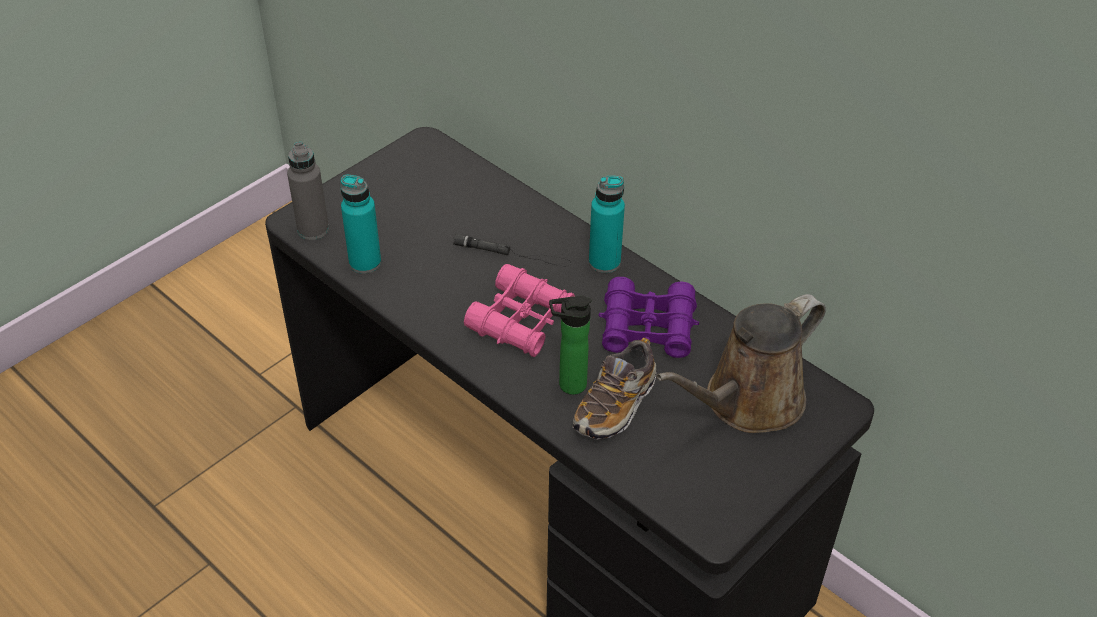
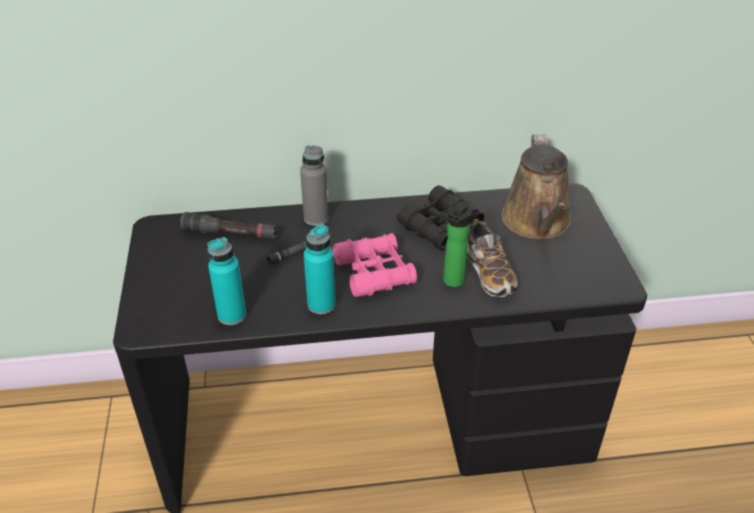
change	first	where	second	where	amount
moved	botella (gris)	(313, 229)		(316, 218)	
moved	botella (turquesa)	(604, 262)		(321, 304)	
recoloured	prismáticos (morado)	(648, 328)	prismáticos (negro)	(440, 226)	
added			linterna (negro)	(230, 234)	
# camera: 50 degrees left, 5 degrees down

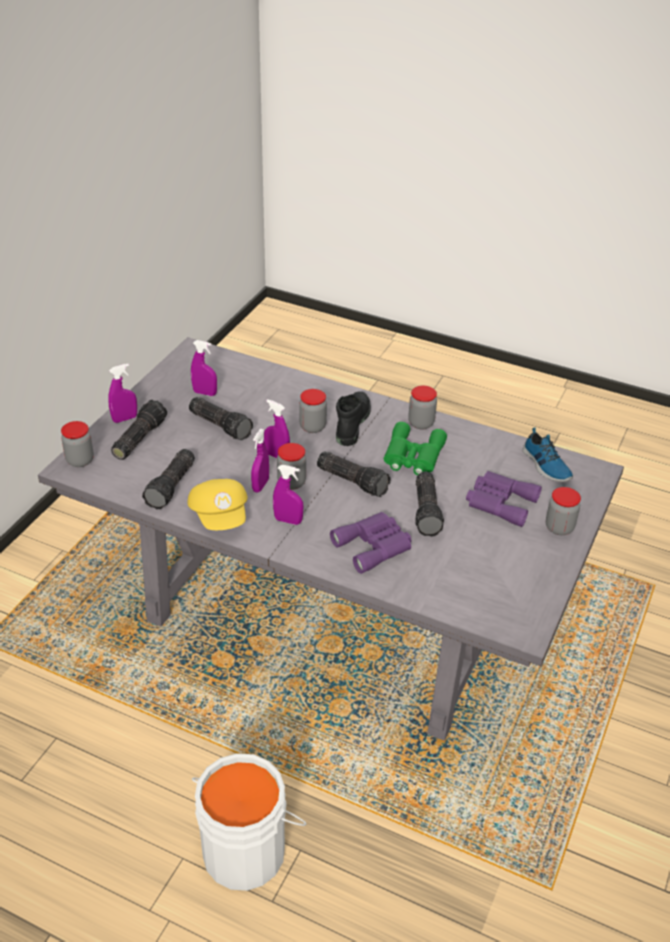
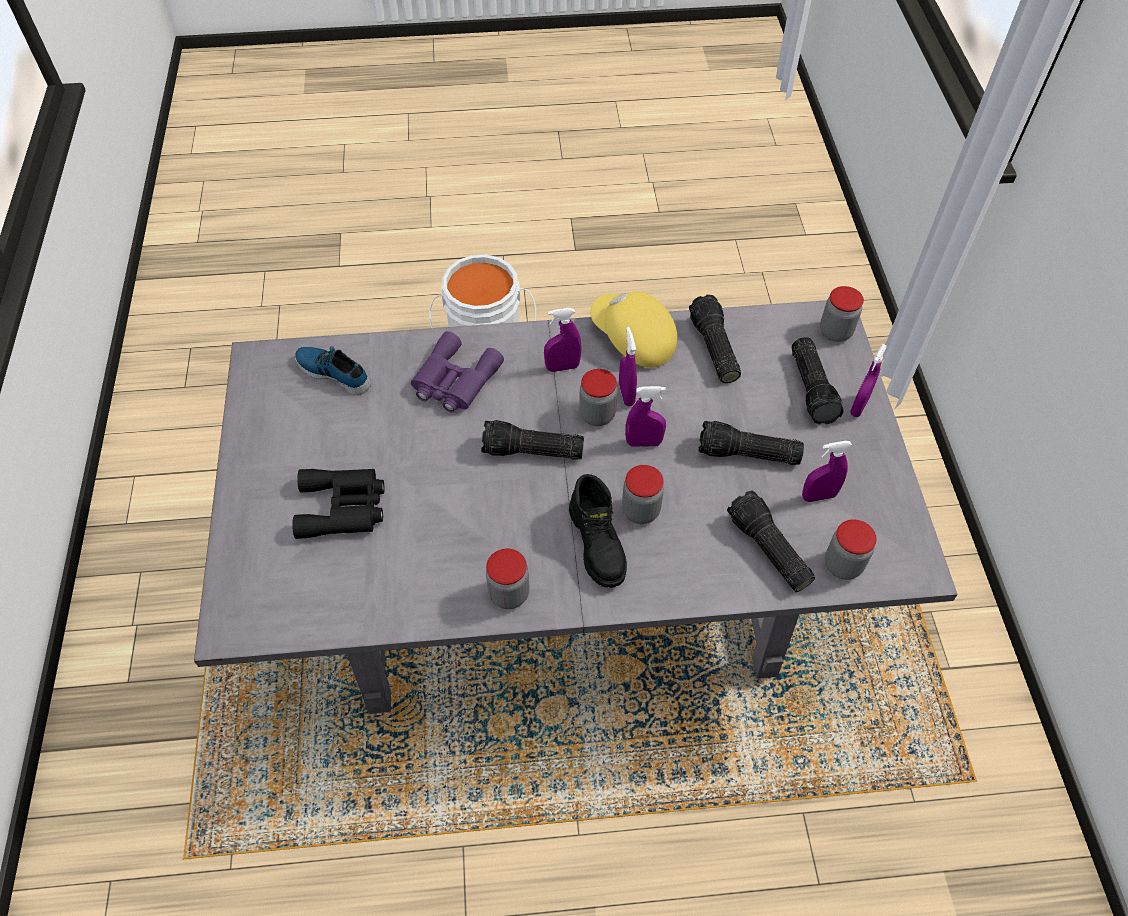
change	first	where	second	where	amount
removed	prismáticos (verde)	(412, 456)			
moved	linterna	(428, 511)		(766, 550)	
recoloured	prismáticos (morado)	(499, 502)	prismáticos (negro)	(344, 507)	
moved	zapato	(545, 465)		(334, 372)	
moved	tarro	(559, 527)		(843, 565)	
# camera: 150 degrees right, 15 degrees up

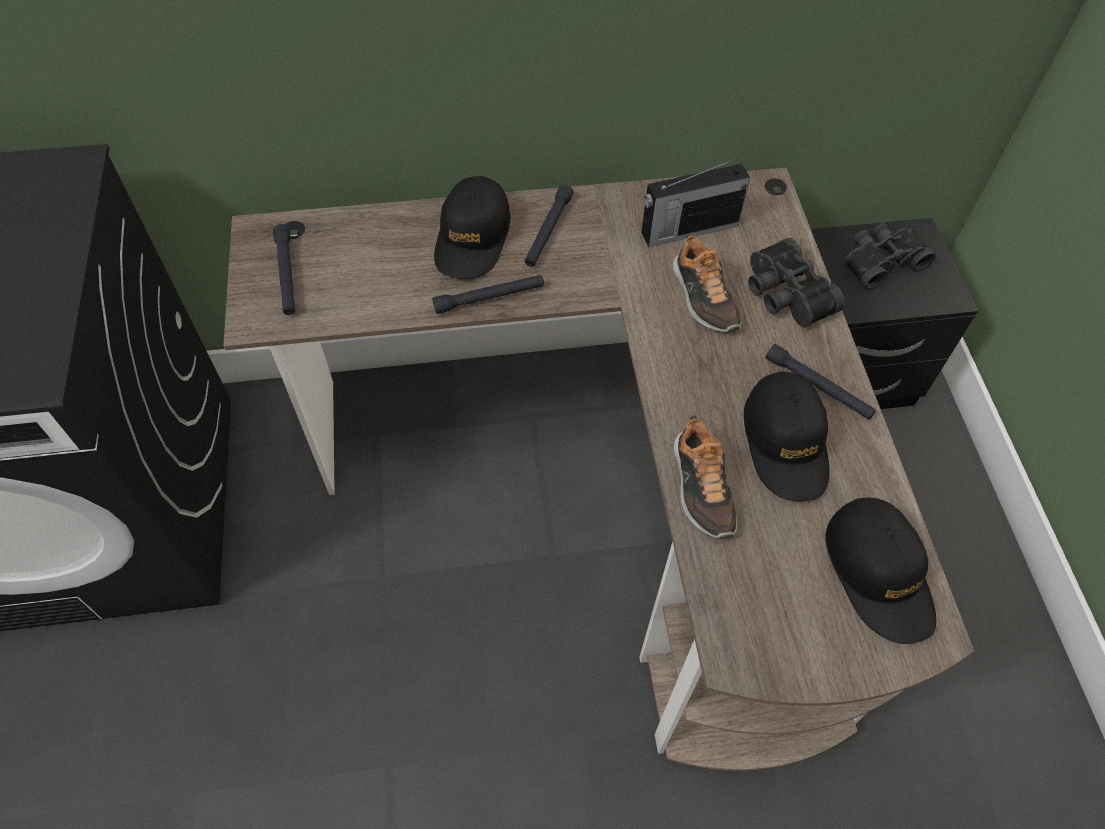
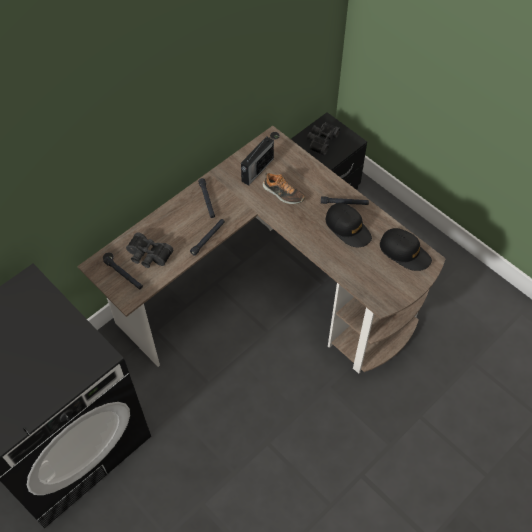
change	first	where	second	where	amount
removed	gorra (negro)	(472, 238)			
removed	zapato	(701, 488)			
moved	prismáticos (negro)	(784, 295)		(148, 256)	
# camera: 35 degrees left, 0 degrees up

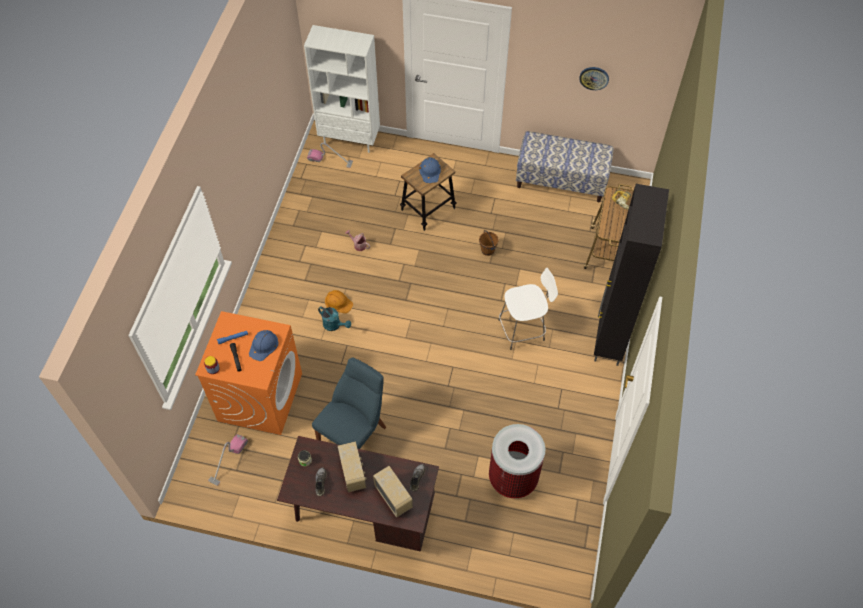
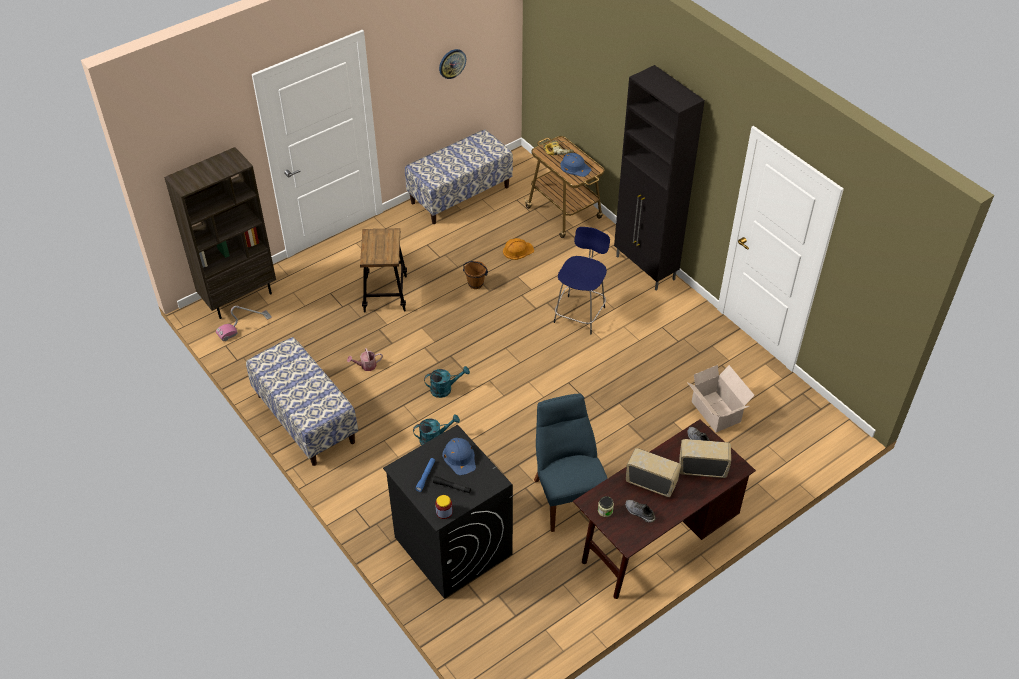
change	first	where	second	where	amount
recoloured	lavadora (naranja)	(260, 396)	lavadora (negro)	(452, 545)	
removed	aspiradora	(228, 460)			
recoloured	estantería (blanco)	(350, 140)	estantería (marrón)	(239, 297)	
moved	casco (naranja)	(338, 302)		(517, 250)	
moved	casco (azul)	(430, 171)		(575, 167)	
replaced	papelera	(512, 478)	caja de cartón	(716, 413)	
recoloured	taburete (blanco)	(523, 329)	taburete (azul)	(580, 313)	
added			banco	(305, 419)	
added			regadera (turquesa)	(445, 389)	
# camera: 50 degrees left, 10 degrees down

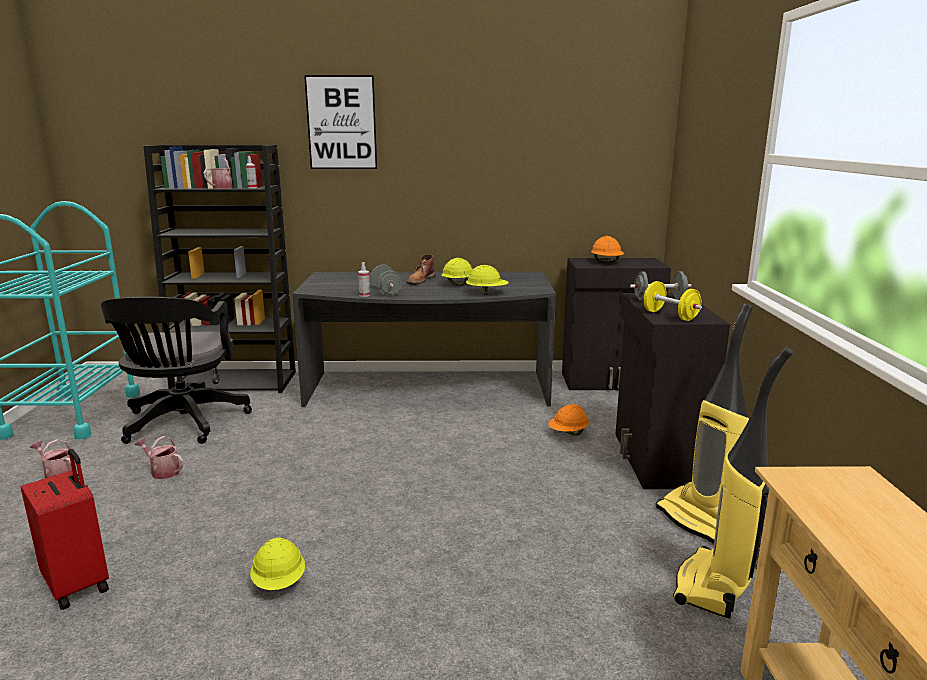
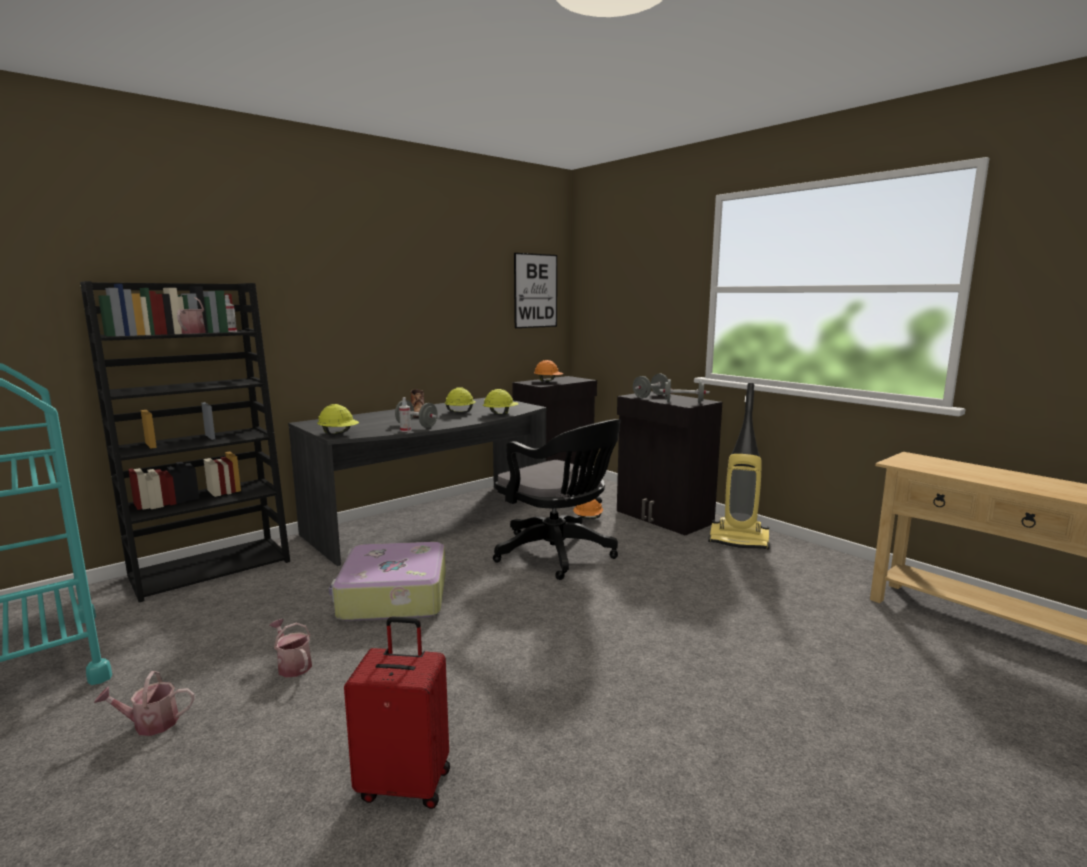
change	first	where	second	where	amount
moved	silla de oficina (negro)	(183, 424)		(559, 554)	
turned	regadera	(162, 471)		(292, 665)	60 degrees clockwise
moved	casco (amarillo)	(279, 583)		(339, 434)	
moved	cuadro	(341, 123)		(535, 291)	
recoloured	mancuerna (amarillo)	(670, 315)	mancuerna (gris)	(683, 402)	
removed	aspiradora	(715, 587)			
added			maleta	(392, 596)	
# camera: 40 degrees left, 5 degrees down

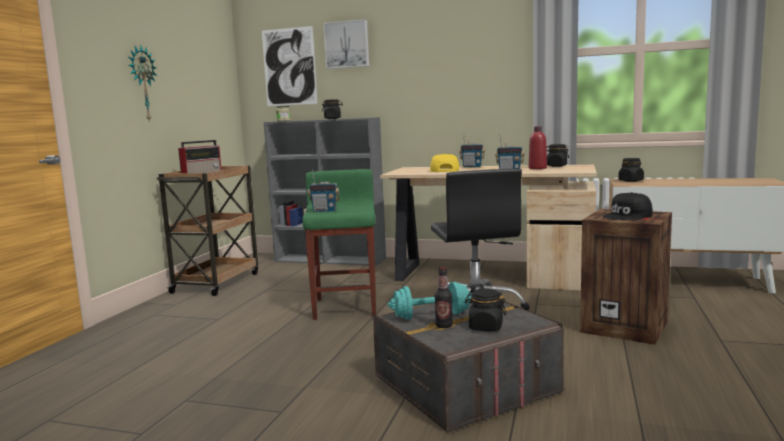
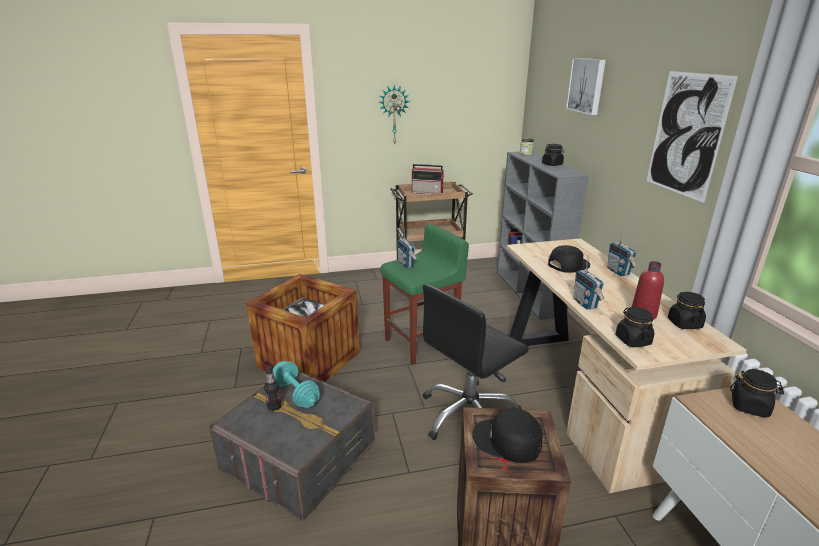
change	first	where	second	where	amount
moved	cuadro	(289, 67)		(686, 135)	
recoloured	gorra (amarillo)	(443, 170)	gorra (negro)	(568, 264)	
moved	tarro (negro)	(485, 327)		(632, 340)	
added			caja de embalaje	(309, 359)	
# camera: 60 degrees right, 15 degrees up

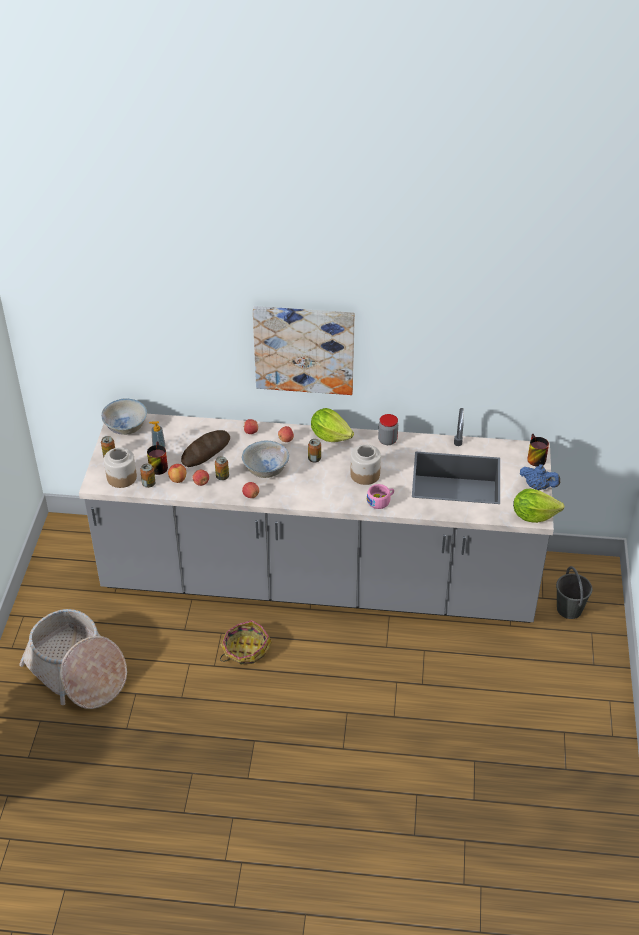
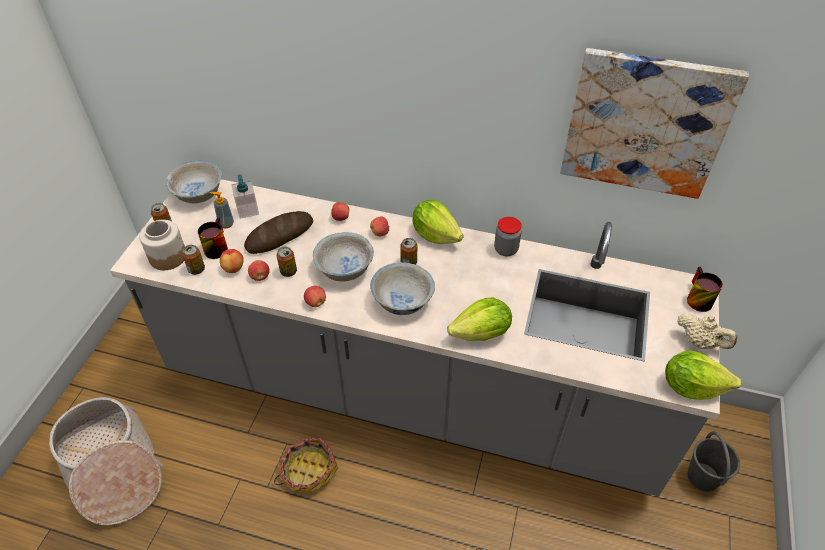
change	first	where	second	where	amount
moved	cuadro	(304, 349)		(645, 124)	
removed	tarro	(364, 475)			
replaced	taza (rosa)	(380, 501)	lechuga	(481, 334)	
recoloured	tetera (azul)	(538, 487)	tetera (beis)	(700, 342)	
added			dispensador de jabón	(248, 210)	
added			cuenco (blanco)	(402, 301)	
# camera: 10 degrees right, 5 degrees up

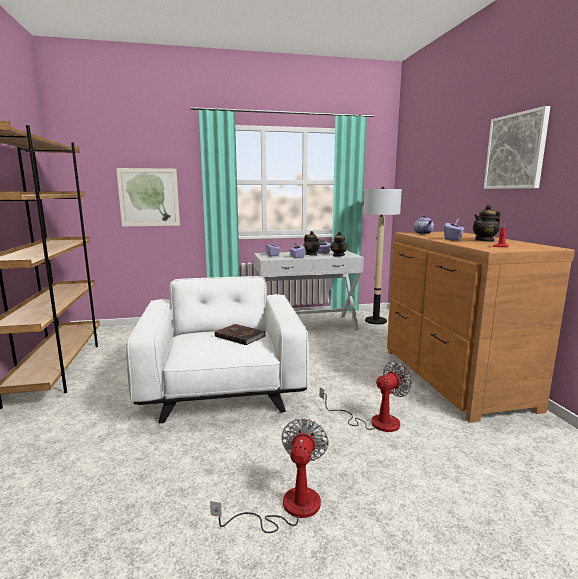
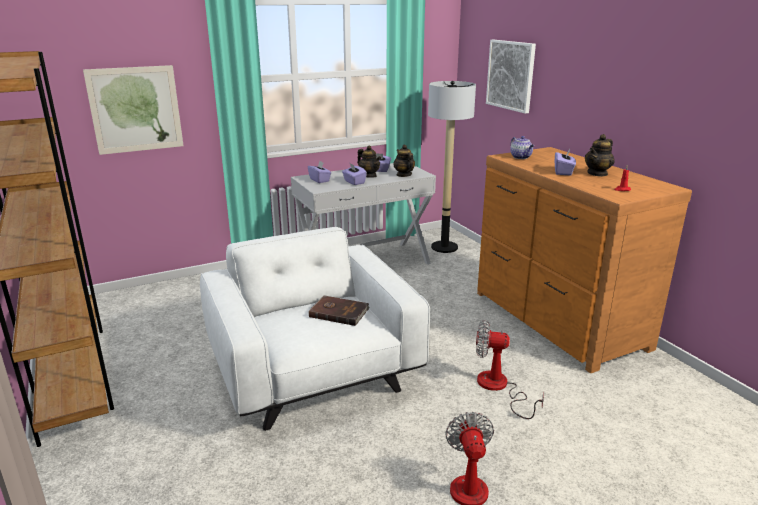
change	first	where	second	where	amount
turned	ventilador	(374, 421)		(499, 388)	120 degrees counterclockwise
moved	cuadro	(515, 151)		(511, 75)	
# camera: 15 degrees left, 10 degrees up

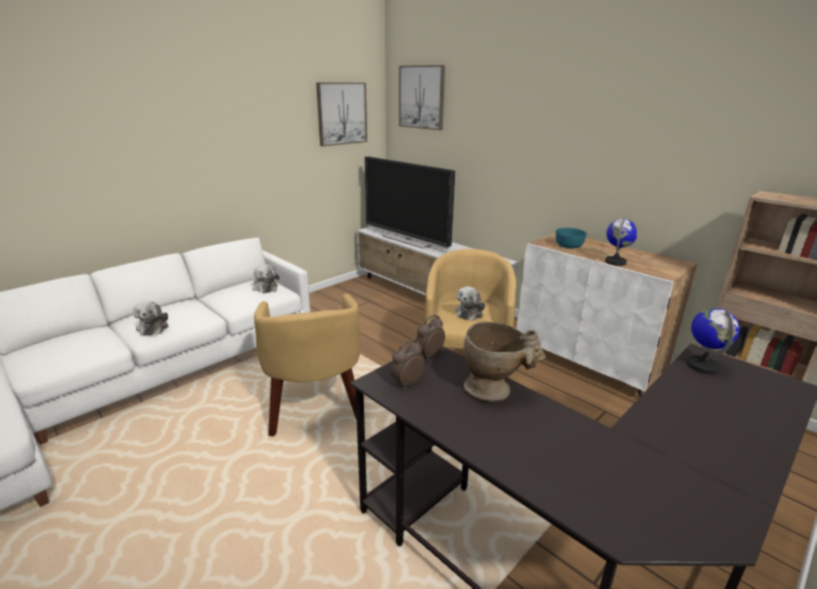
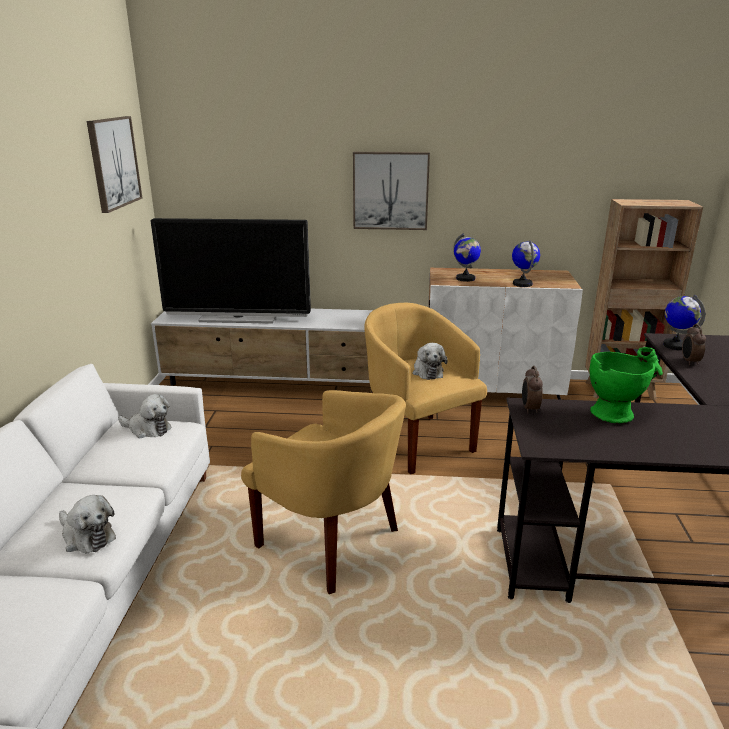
change	first	where	second	where	amount
moved	despertador	(406, 383)		(689, 362)	
moved	cuadro	(422, 97)		(390, 191)	
recoloured	florero (beis)	(496, 390)	florero (verde)	(616, 413)	
replaced	cuenco (turquesa)	(569, 245)	globo terráqueo	(465, 279)	
# camera: 40 degrees left, 0 degrees up

